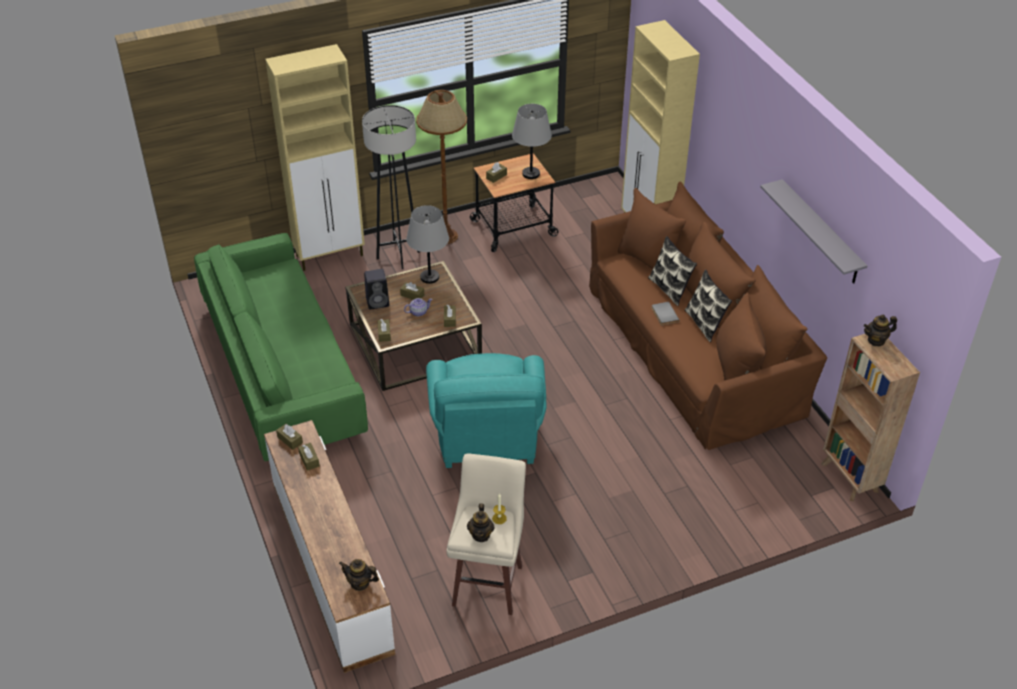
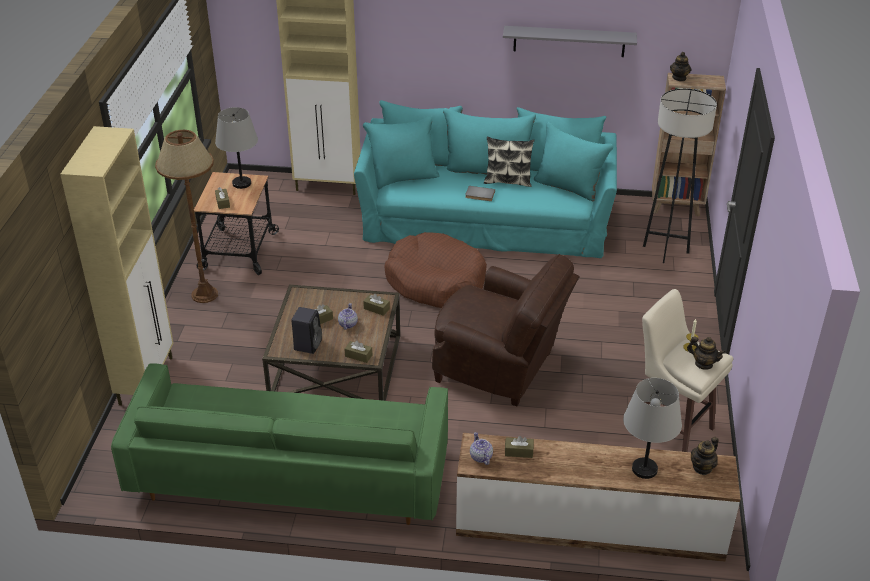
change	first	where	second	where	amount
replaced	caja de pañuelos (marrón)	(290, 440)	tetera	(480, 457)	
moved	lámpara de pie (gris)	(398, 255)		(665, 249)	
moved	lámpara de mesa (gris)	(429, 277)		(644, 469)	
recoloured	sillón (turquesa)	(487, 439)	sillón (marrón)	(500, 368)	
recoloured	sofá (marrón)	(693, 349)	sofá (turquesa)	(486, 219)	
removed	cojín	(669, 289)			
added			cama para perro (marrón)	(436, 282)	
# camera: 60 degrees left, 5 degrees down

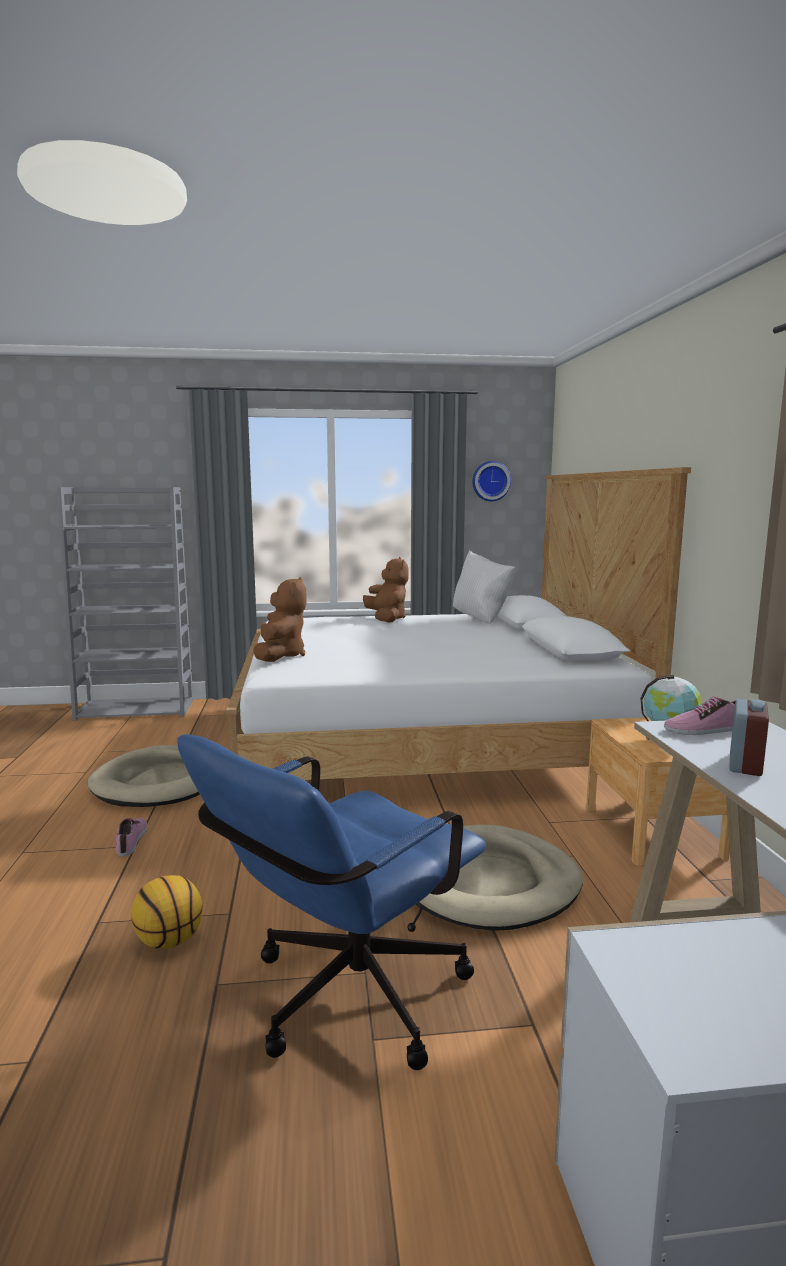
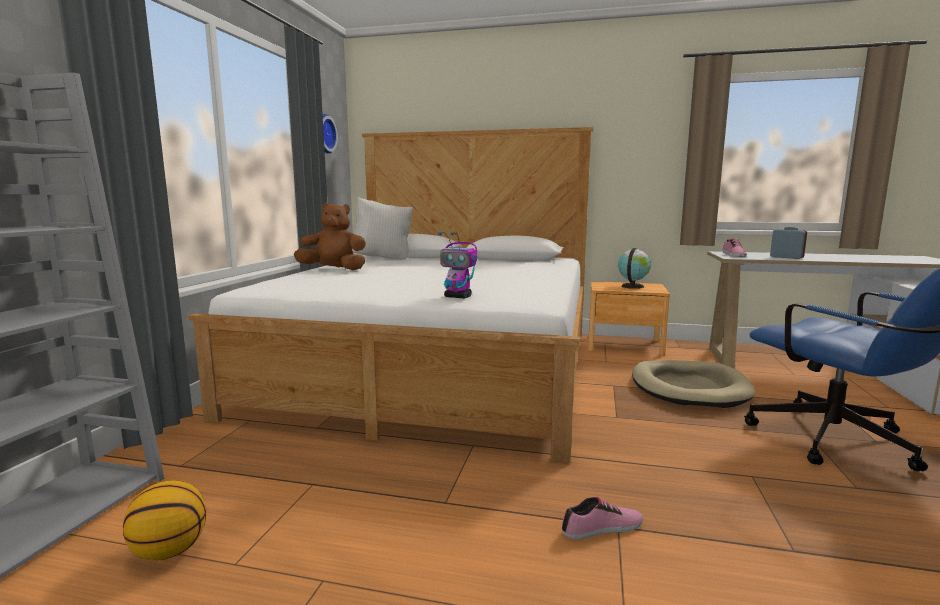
change	first	where	second	where	amount
removed	cama para perro (beis)	(162, 782)			
turned	zapato	(132, 840)		(602, 528)	150 degrees clockwise
moved	balón de baloncesto	(169, 941)		(170, 551)	
replaced	peluche (marrón)	(280, 656)	robot de juguete	(458, 297)	
# camera: 70 degrees left, 0 degrees up

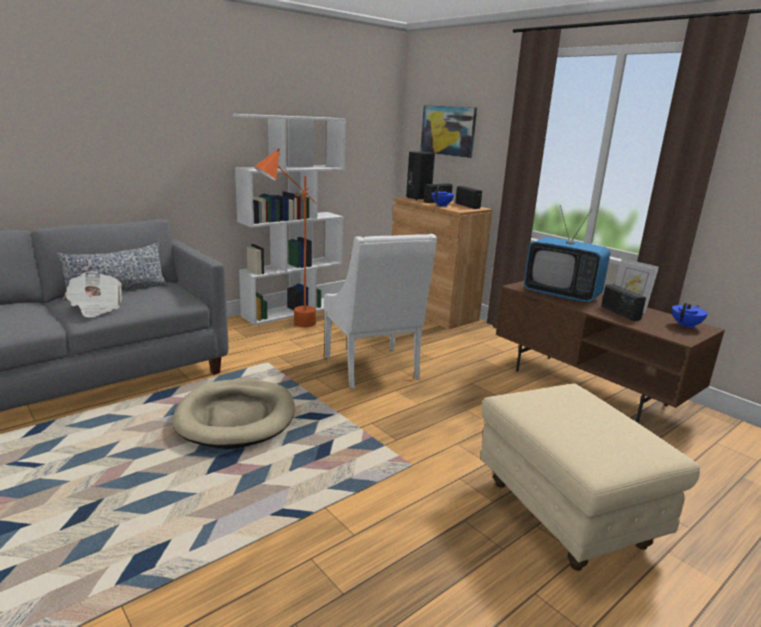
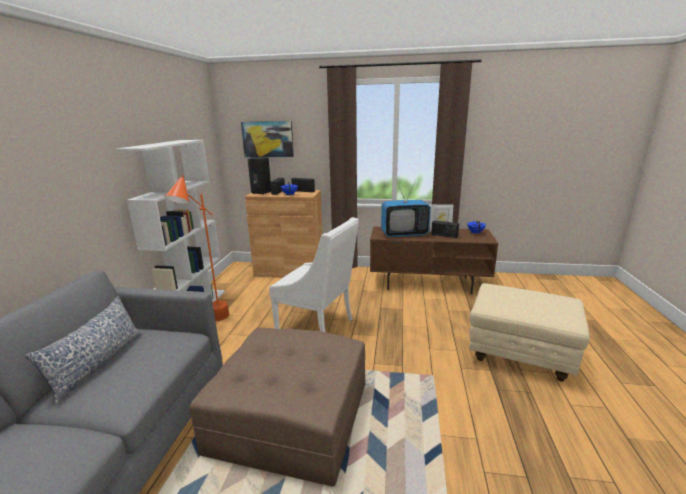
change	first	where	second	where	amount
removed	periódico	(96, 308)			
replaced	cama para perro (beis)	(236, 417)	puf (marrón)	(291, 415)	
# camera: 40 degrees left, 0 degrees up

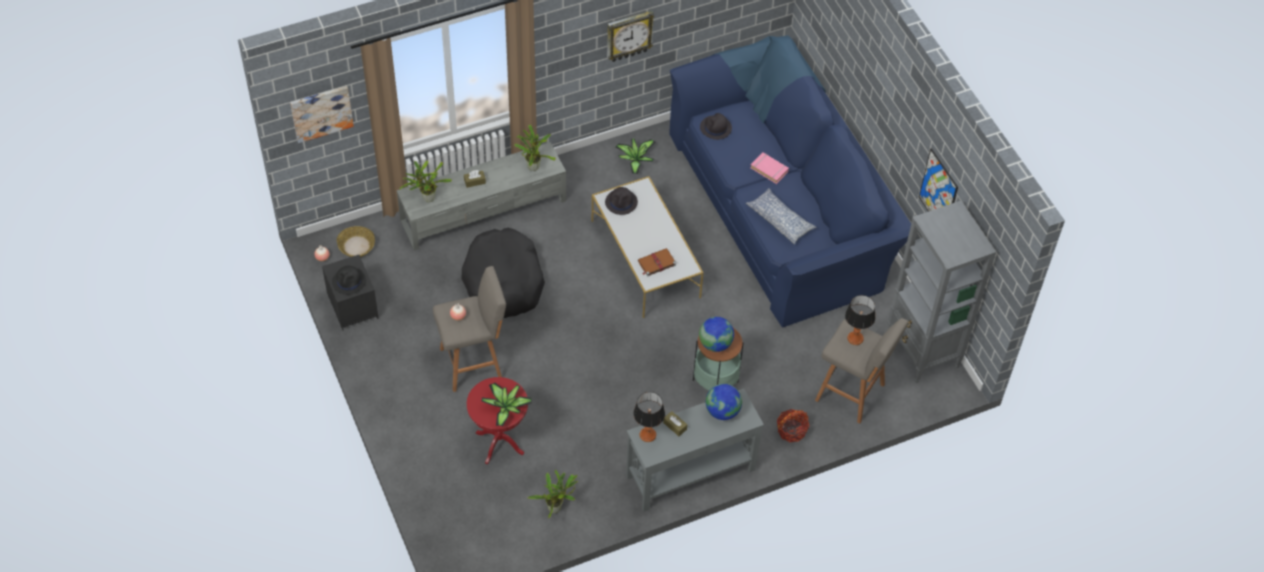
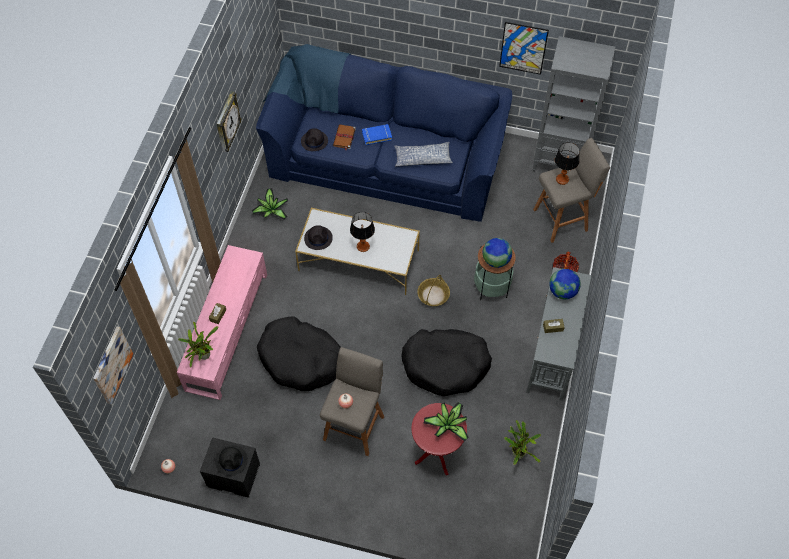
change	first	where	second	where	amount
moved	cesta	(356, 246)		(433, 295)	
recoloured	mueble de televisión (gris)	(484, 210)	mueble de televisión (rosa)	(227, 330)	
removed	planta en maceta	(533, 165)			
moved	lámpara de mesa	(648, 435)		(363, 246)	
moved	libro (marrón)	(656, 263)		(344, 138)	
recoloured	libro (rosa)	(769, 169)	libro (azul)	(377, 136)	
added			cama para perro (negro)	(445, 365)	
# camera: 50 degrees left, 5 degrees up

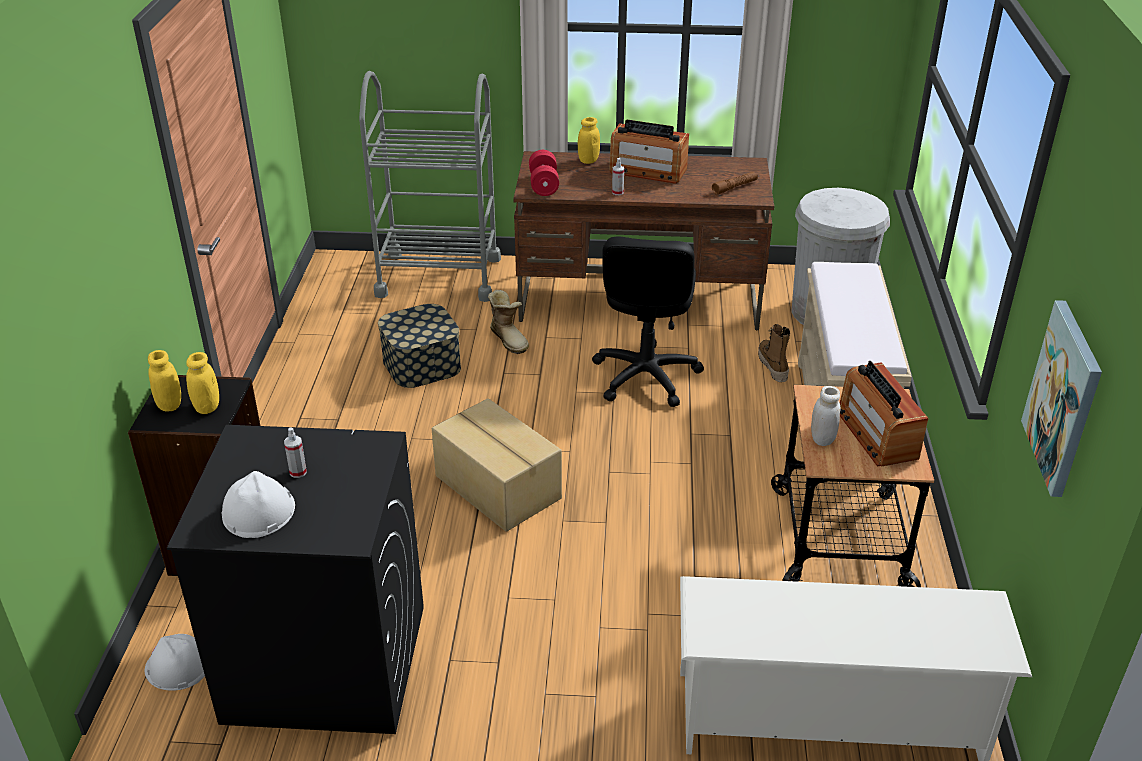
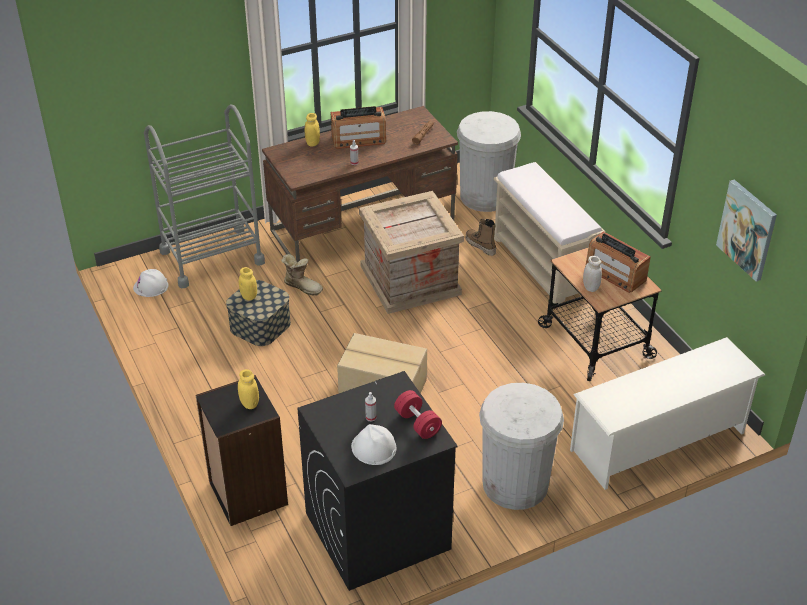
change	first	where	second	where	amount
moved	casco (blanco)	(177, 666)		(151, 286)	
moved	tarro (amarillo)	(170, 405)		(249, 296)	
moved	mancuerna (rojo)	(544, 185)		(417, 423)	
replaced	silla de oficina (negro)	(645, 376)	caja de embalaje	(410, 281)	
added			papelera (blanco)	(515, 484)	
# camera: 30 degrees left, 5 degrees up

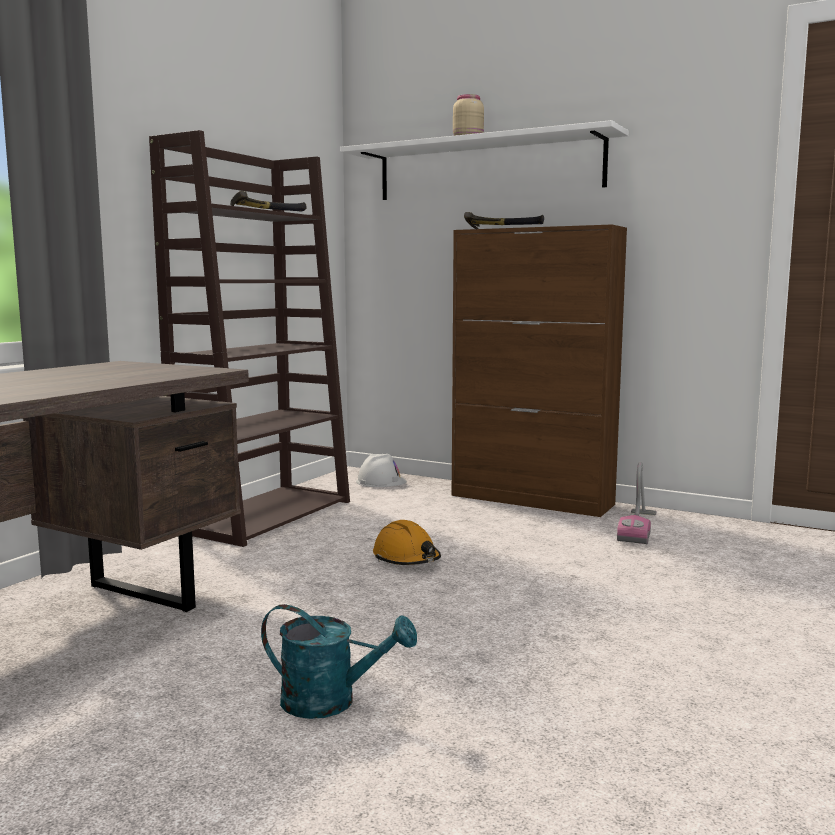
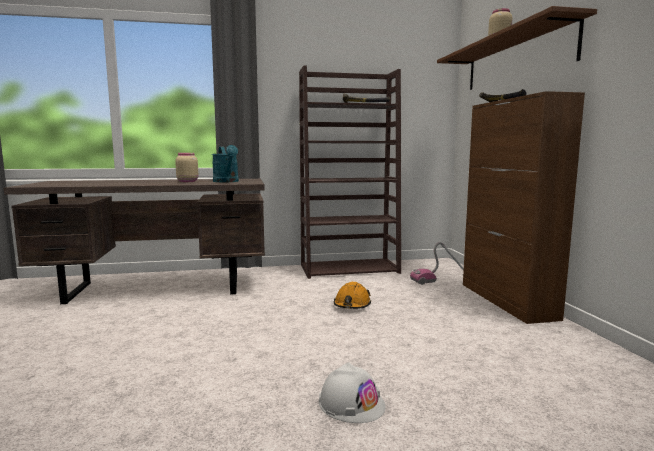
change	first	where	second	where	amount
moved	regadera (turquesa)	(331, 702)		(227, 181)	
recoloured	estante (blanco)	(487, 168)	estante (marrón)	(516, 59)	
moved	casco (blanco)	(381, 481)		(351, 403)	
moved	aspiradora	(638, 527)		(443, 279)	
added			tarro (beis)	(187, 181)	
# camera: 50 degrees right, 0 degrees up

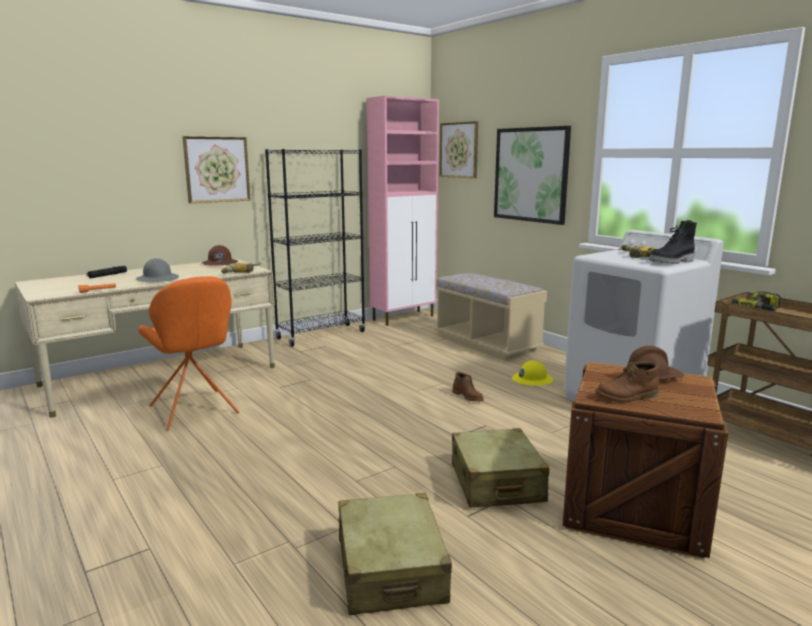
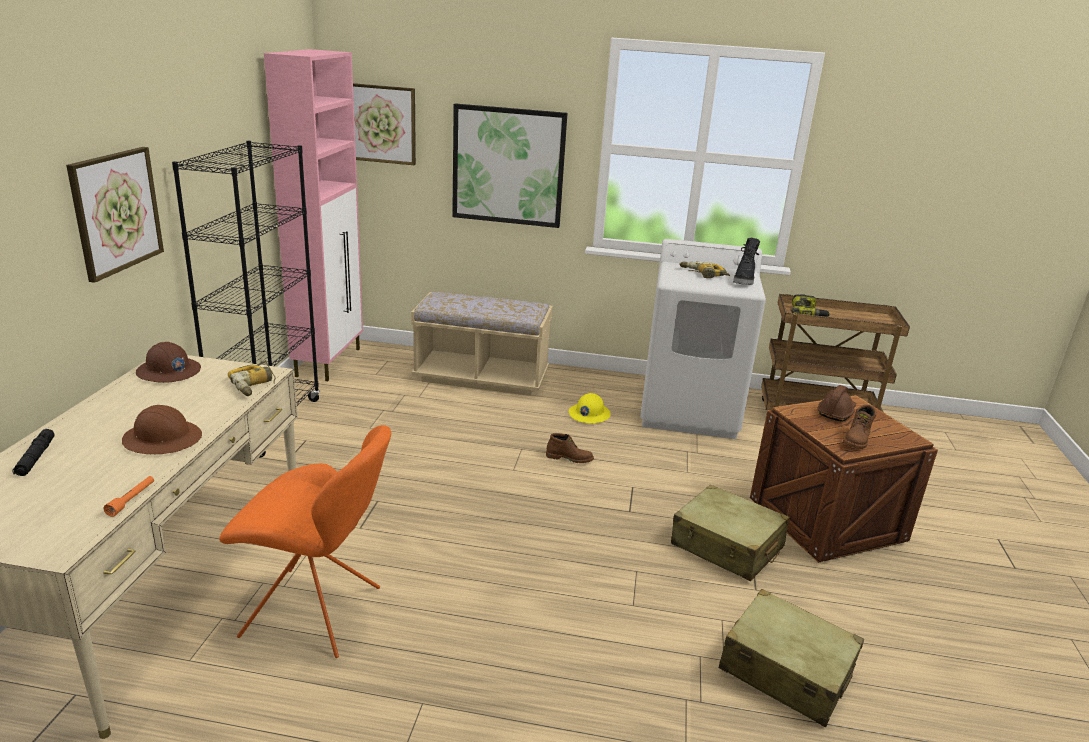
change	first	where	second	where	amount
recoloured	casco (gris)	(158, 279)	casco (marrón)	(163, 439)	
# camera: 45 degrees left, 10 degrees up

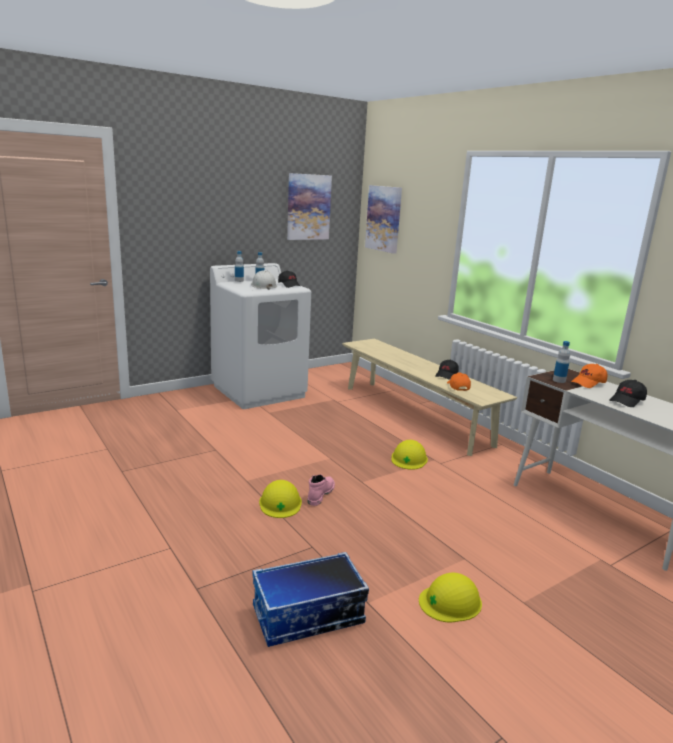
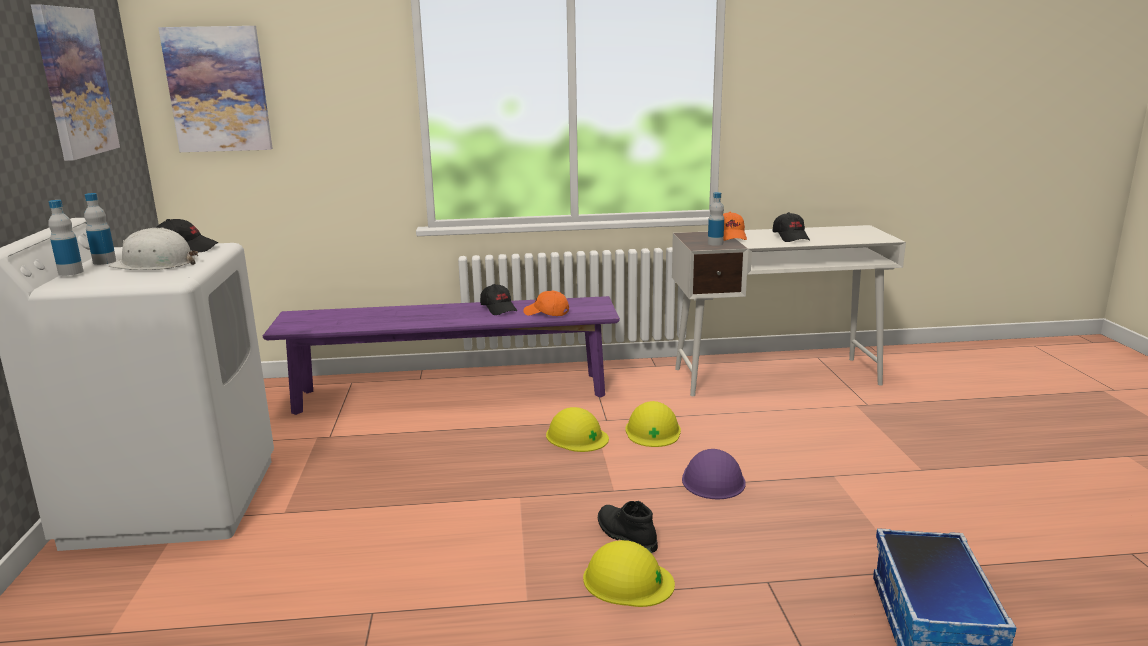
change	first	where	second	where	amount
recoloured	bota (rosa)	(320, 494)	bota (negro)	(625, 535)	
recoloured	banco (beis)	(414, 414)	banco (morado)	(452, 393)	
moved	casco (amarillo)	(450, 601)		(653, 431)	
added			casco (morado)	(713, 479)	
# camera: 60 degrees left, 0 degrees up

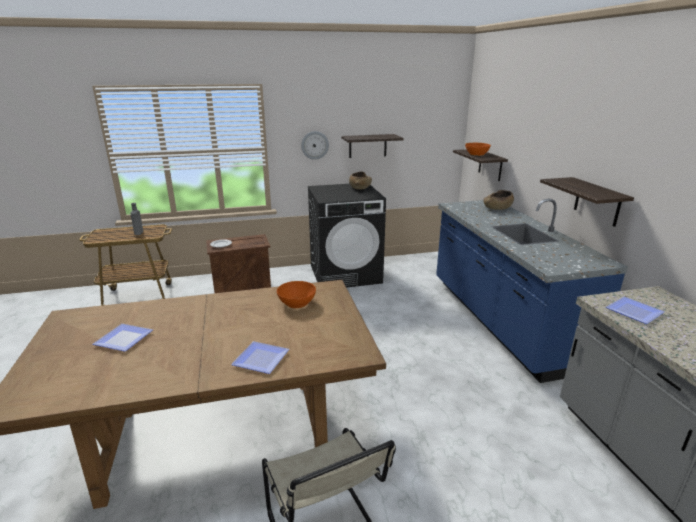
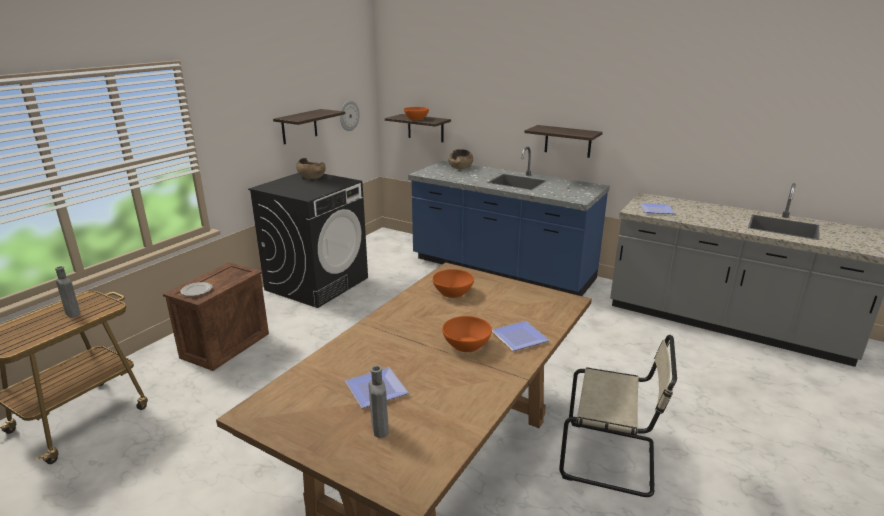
change	first	where	second	where	amount
moved	reloj de pared	(315, 145)		(349, 115)	
added			botella (gris)	(379, 427)	
added			cuenco (naranja)	(466, 345)	
# camera: 45 degrees left, 0 degrees up

